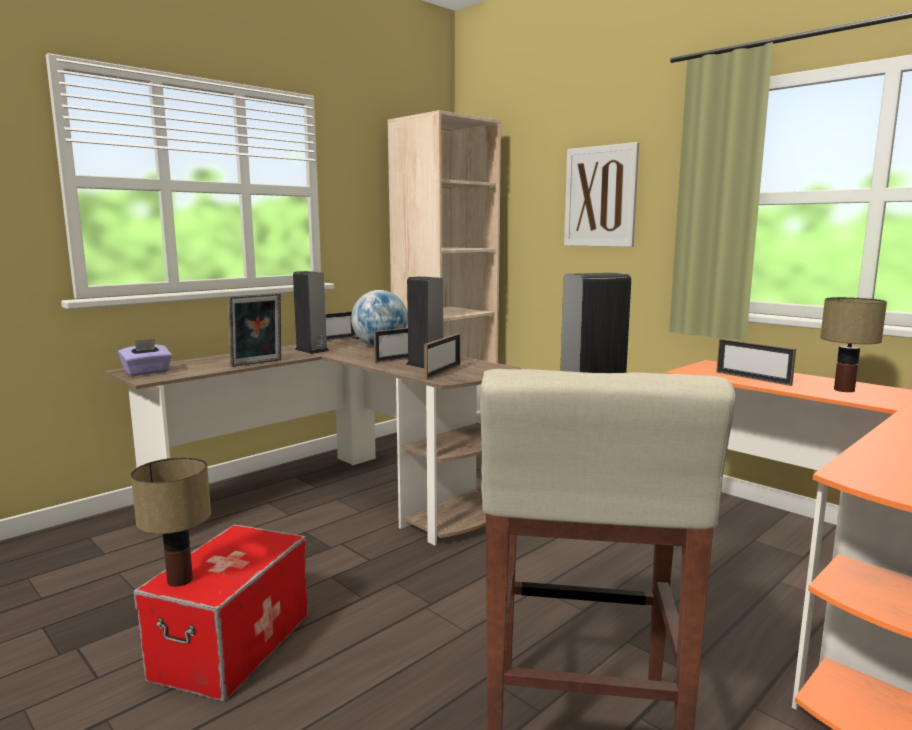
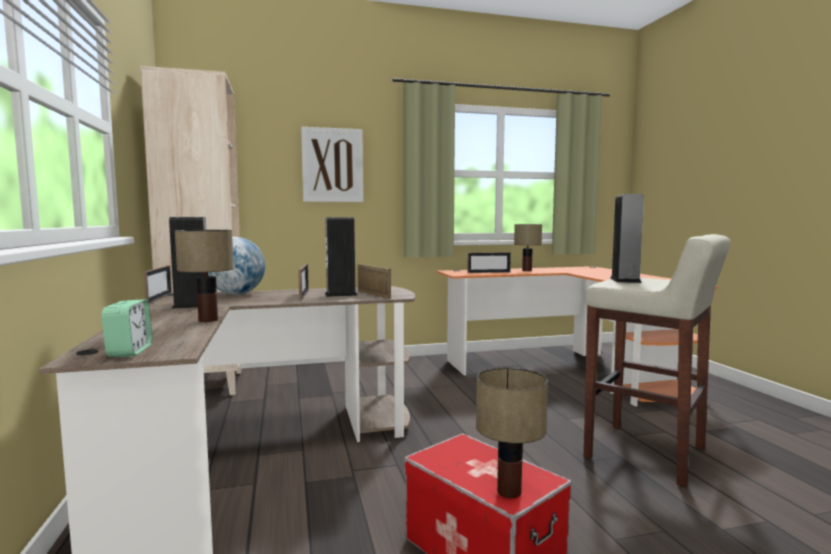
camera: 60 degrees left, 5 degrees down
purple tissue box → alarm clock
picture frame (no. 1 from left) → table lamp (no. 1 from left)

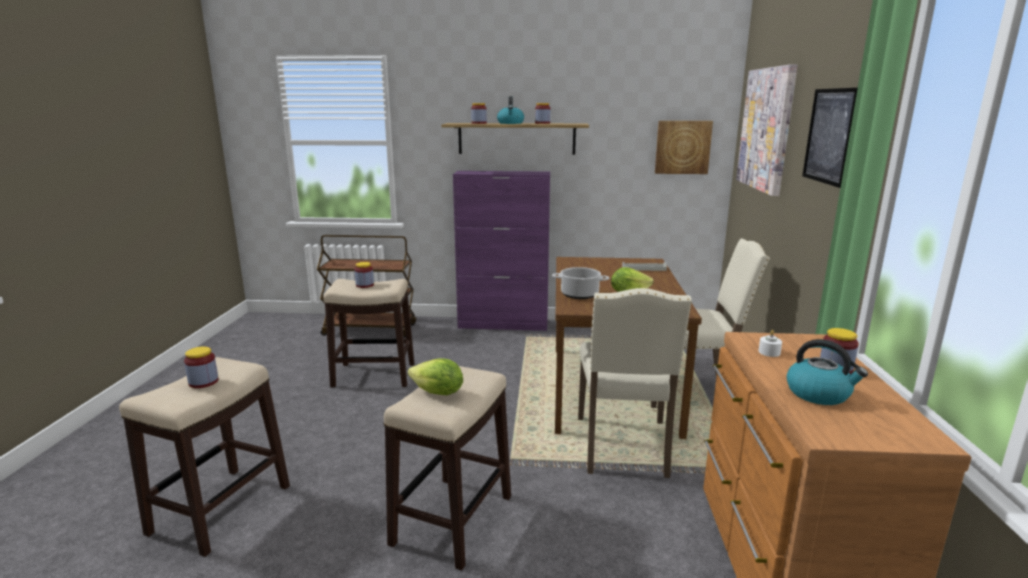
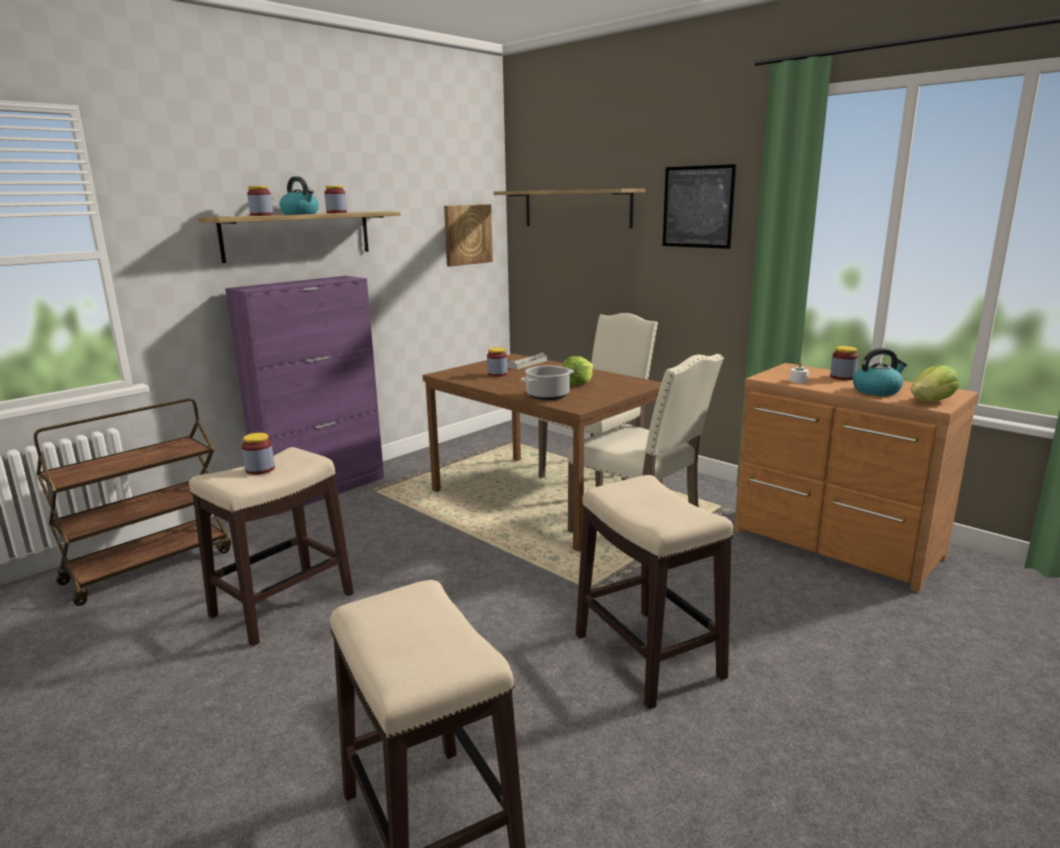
camera: 50 degrees left, 0 degrees up
jar (no. 1 from left in the first image) → jar (no. 4 from left), shifted
lettuce (no. 1 from left in the first image) → lettuce (no. 2 from left), shifted
picture (no. 2 from left) → shelf (no. 2 from left)

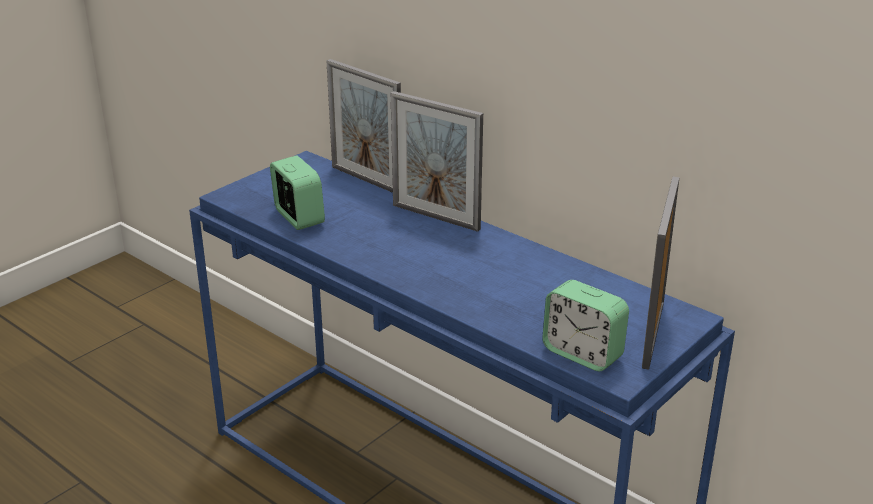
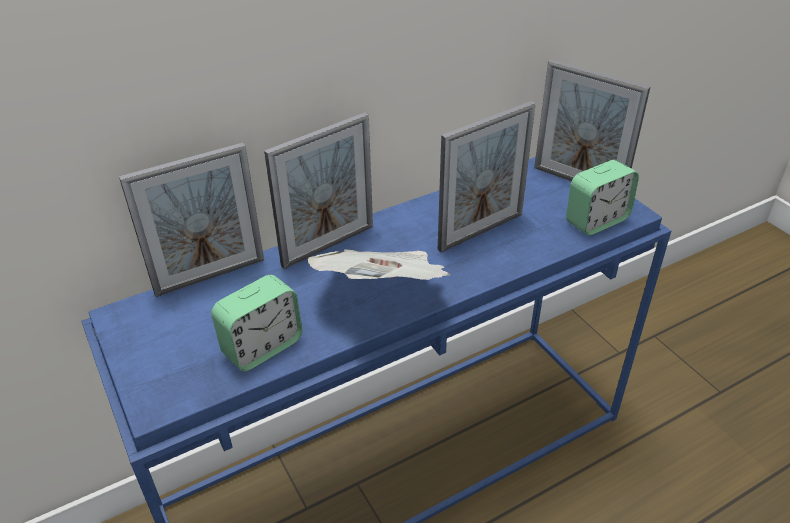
camera: 70 degrees left, 10 degrees up
- → newspaper
- → picture frame (no. 3 from left)
alarm clock (no. 1 from left), 150 degrees clockwise

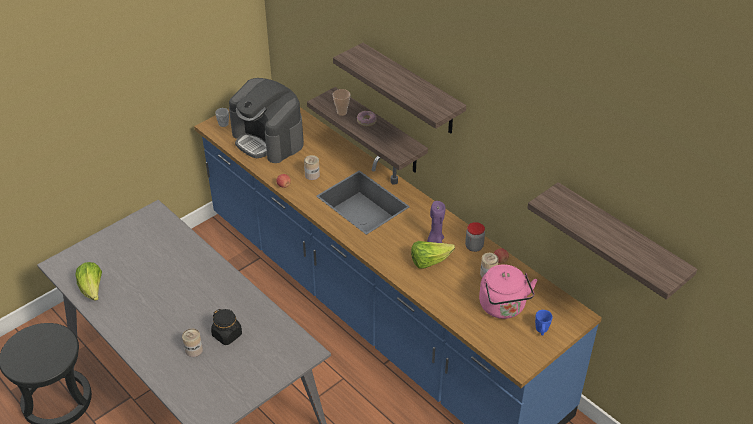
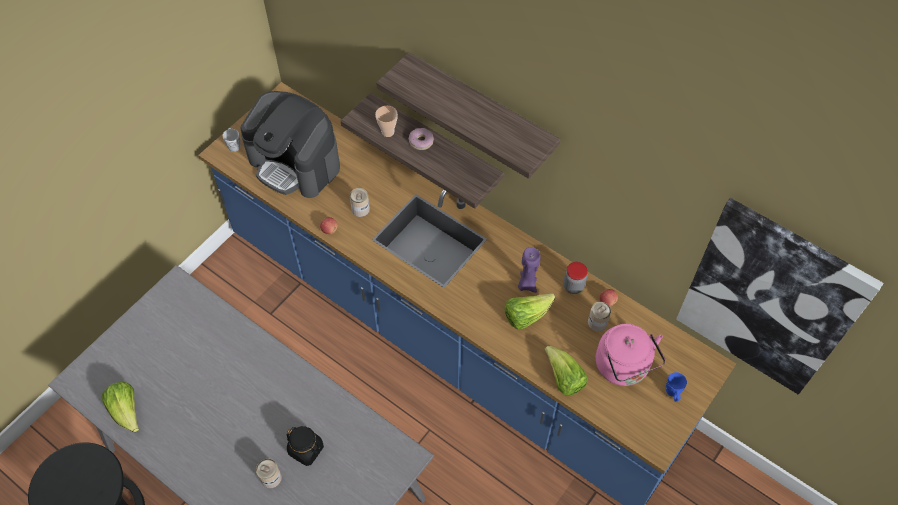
camera: 10 degrees left, 15 degrees up
- → lettuce (no. 3 from left)
shelf (no. 3 from left) → picture

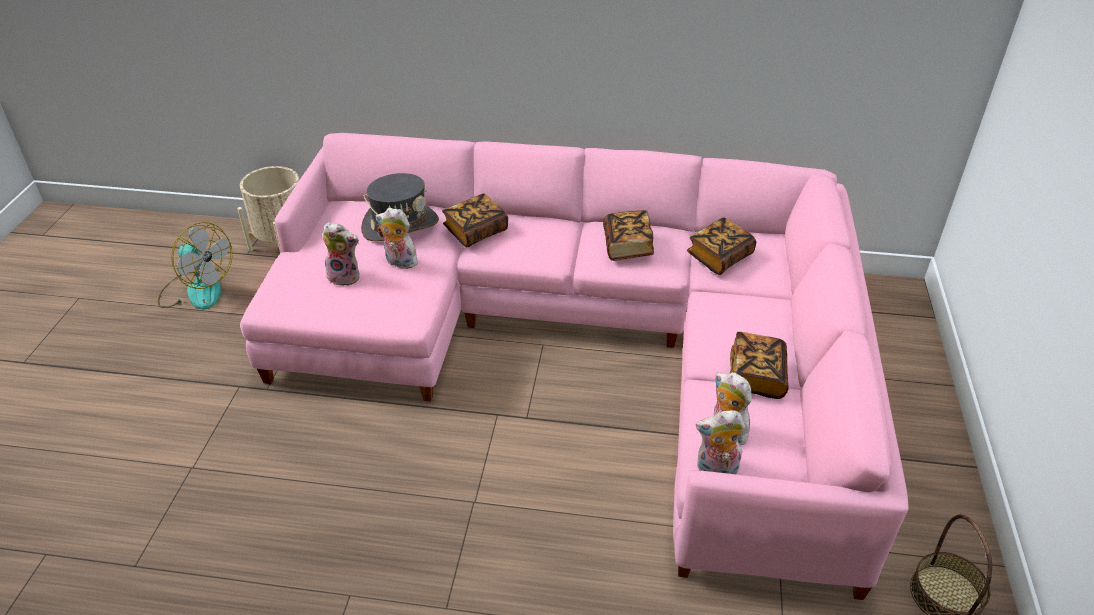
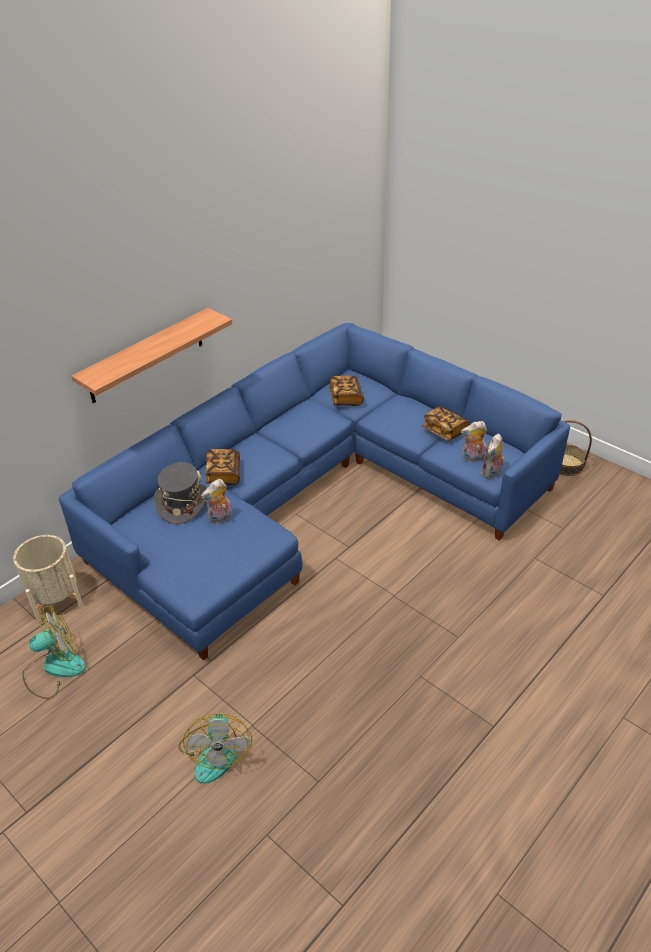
camera: 55 degrees left, 0 degrees up
plush toy (no. 1 from left) → -
book (no. 2 from left) → -
- → shelf
- → fan (no. 2 from left)
pink sofa → blue sofa

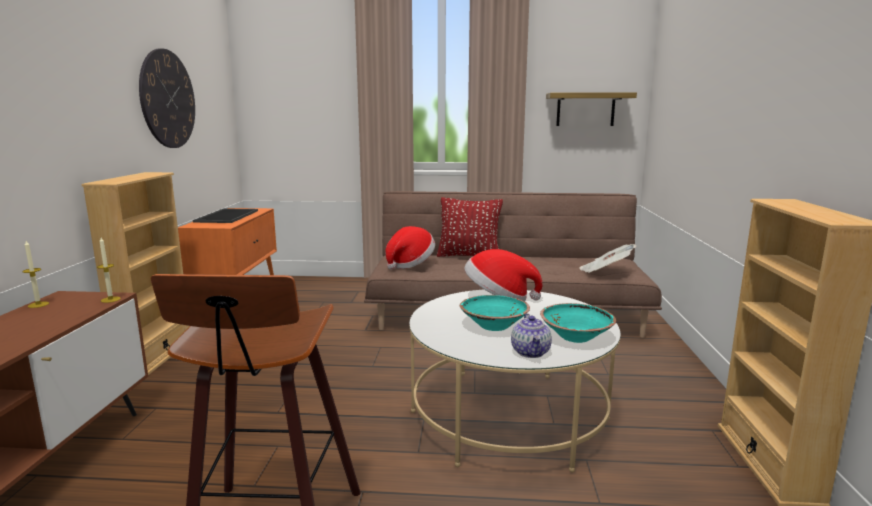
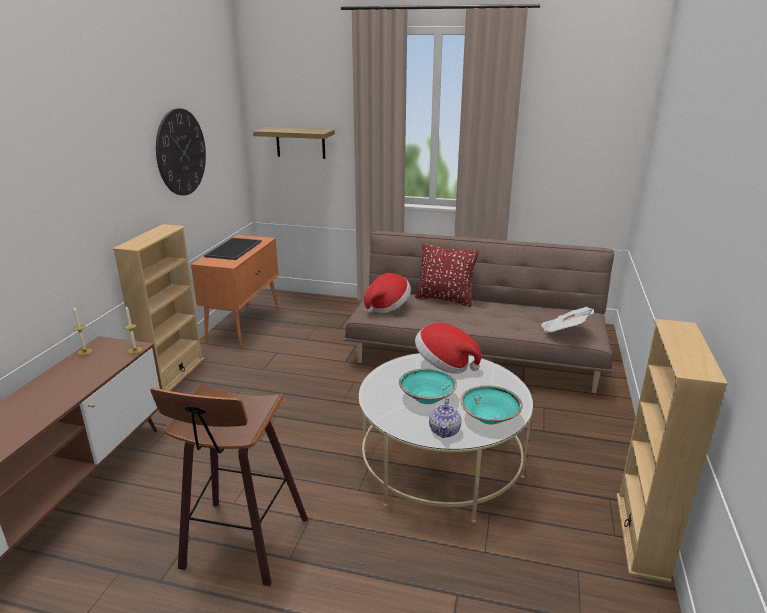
camera: 10 degrees right, 10 degrees up
shelf, shifted

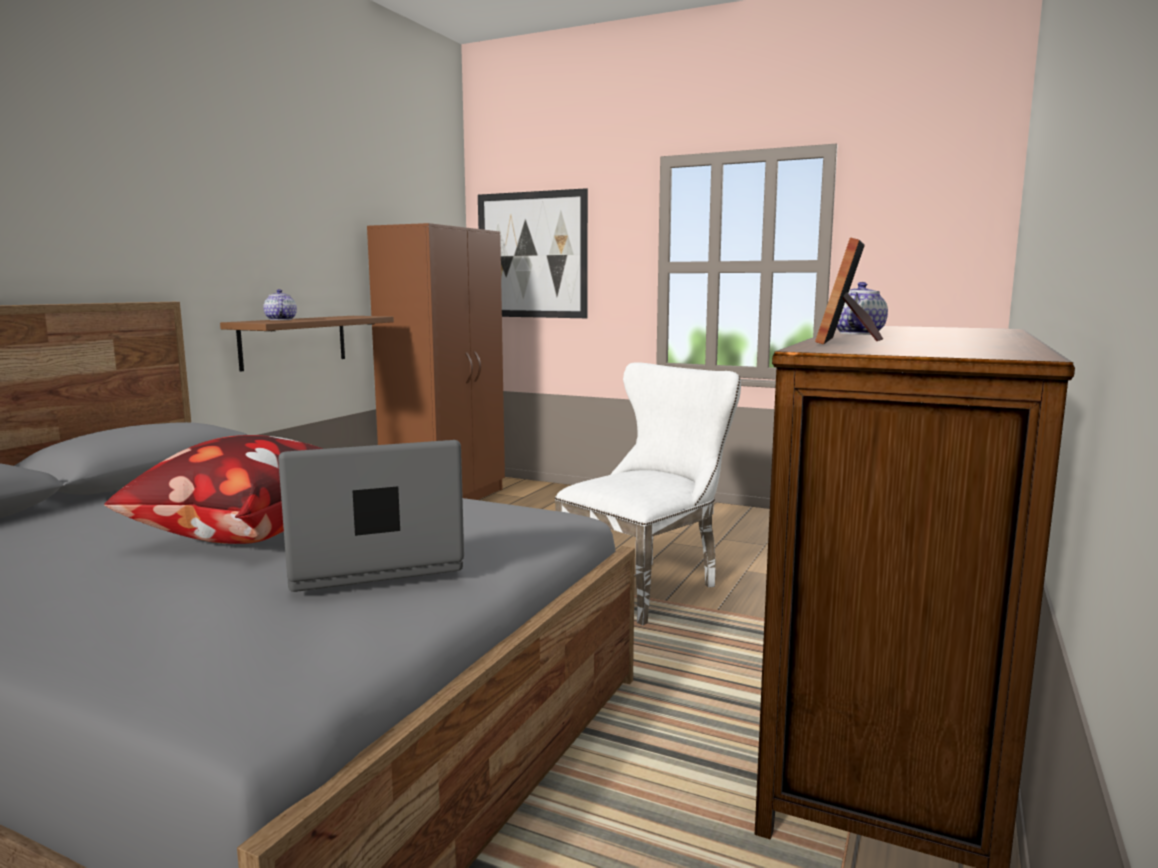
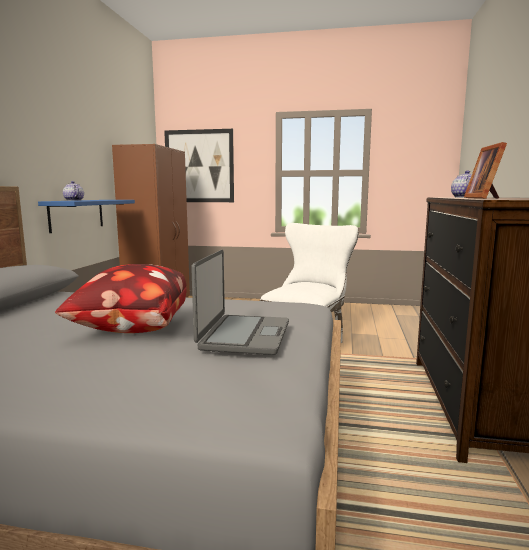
camera: 15 degrees left, 0 degrees up
brown shelf → blue shelf
laptop, 135 degrees clockwise

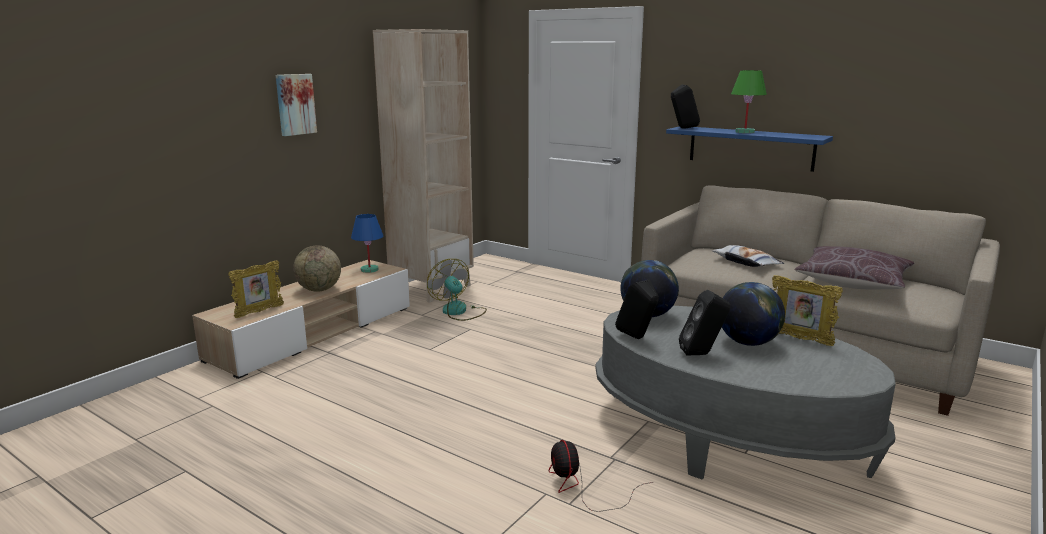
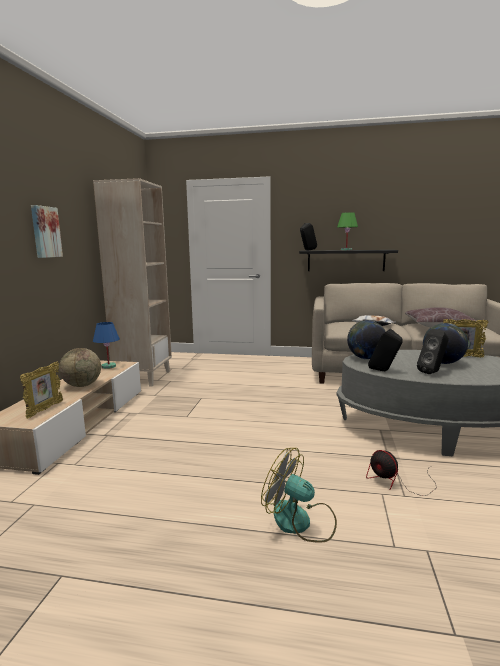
camera: 25 degrees left, 5 degrees down
fan (no. 1 from left), shifted
blue shelf → black shelf

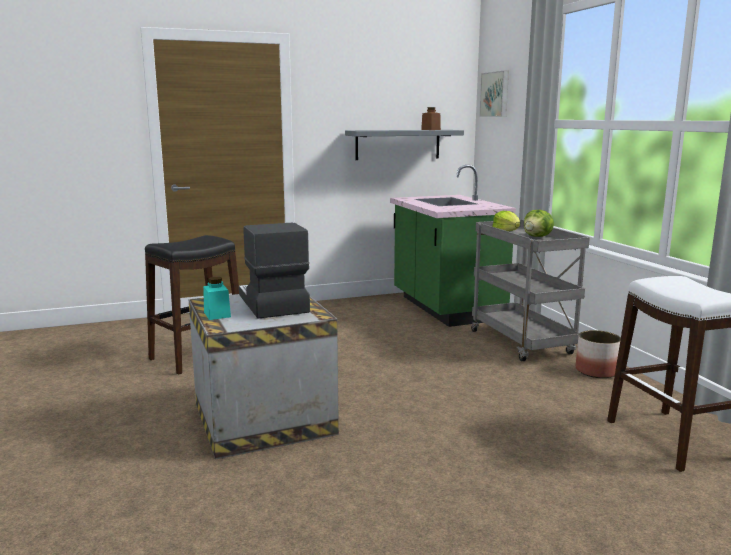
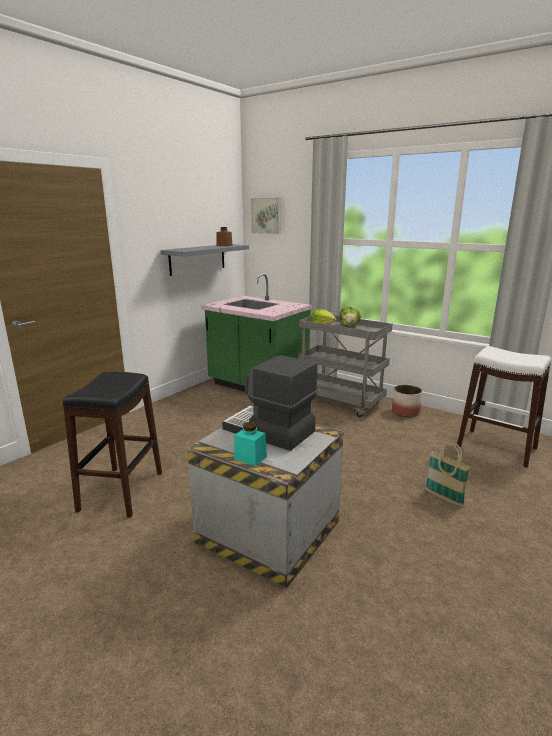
camera: 35 degrees left, 5 degrees up
- → basket

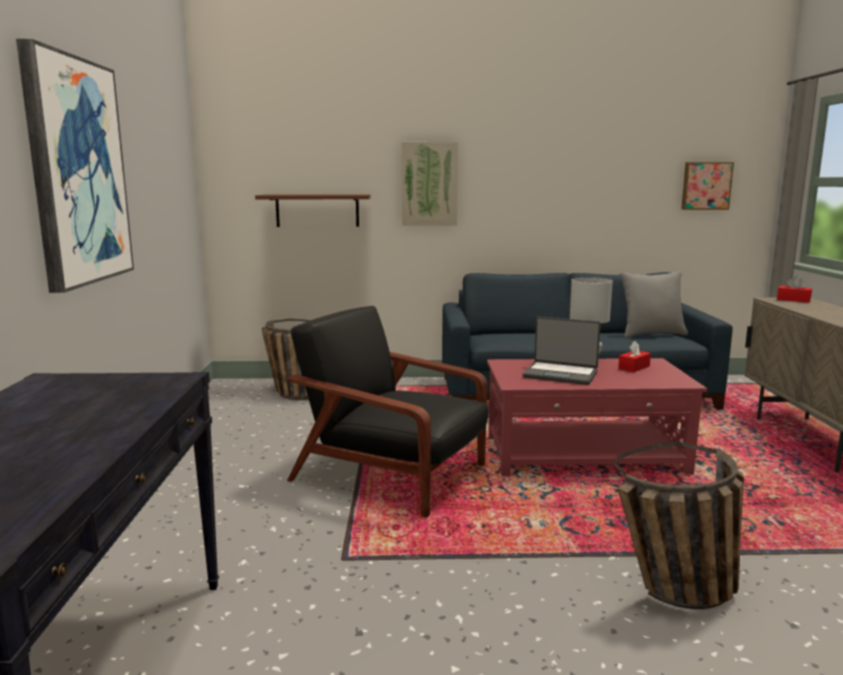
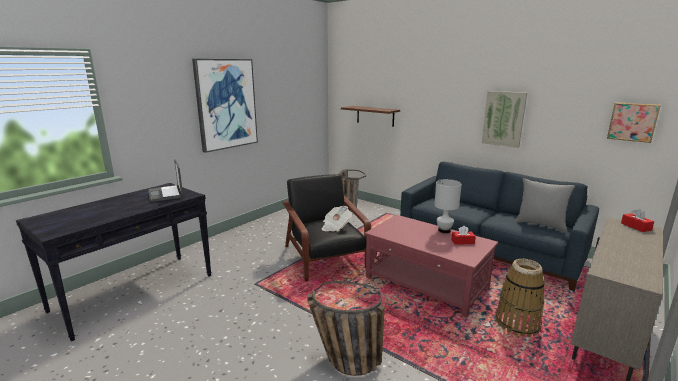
camera: 40 degrees right, 5 degrees up
- → newspaper
- → basket (no. 3 from left)
picture (no. 2 from left), shifted
laptop, shifted

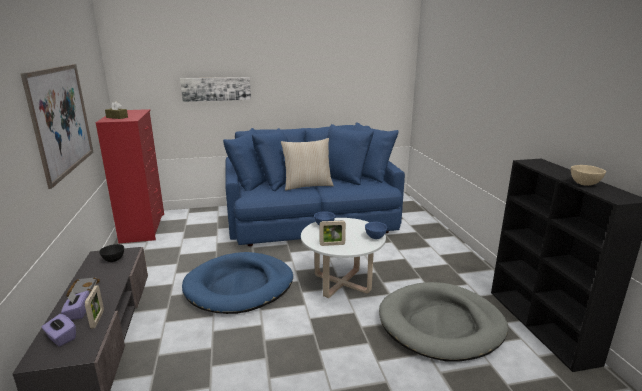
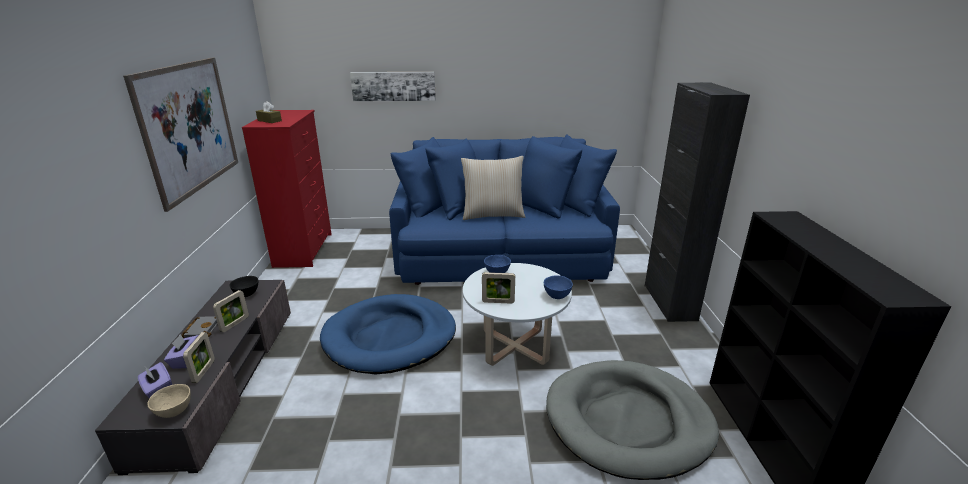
camera: 10 degrees right, 5 degrees up
- → picture frame (no. 2 from left)
- → black cabinet
beige bowl, shifted

